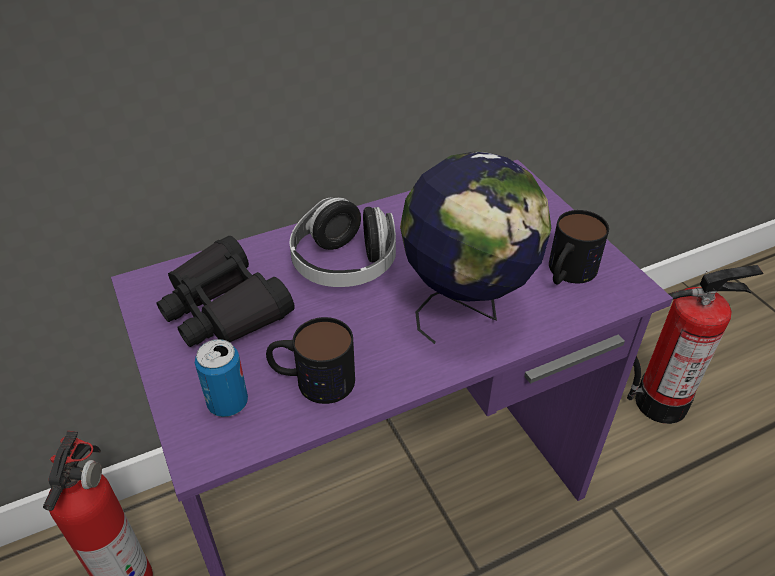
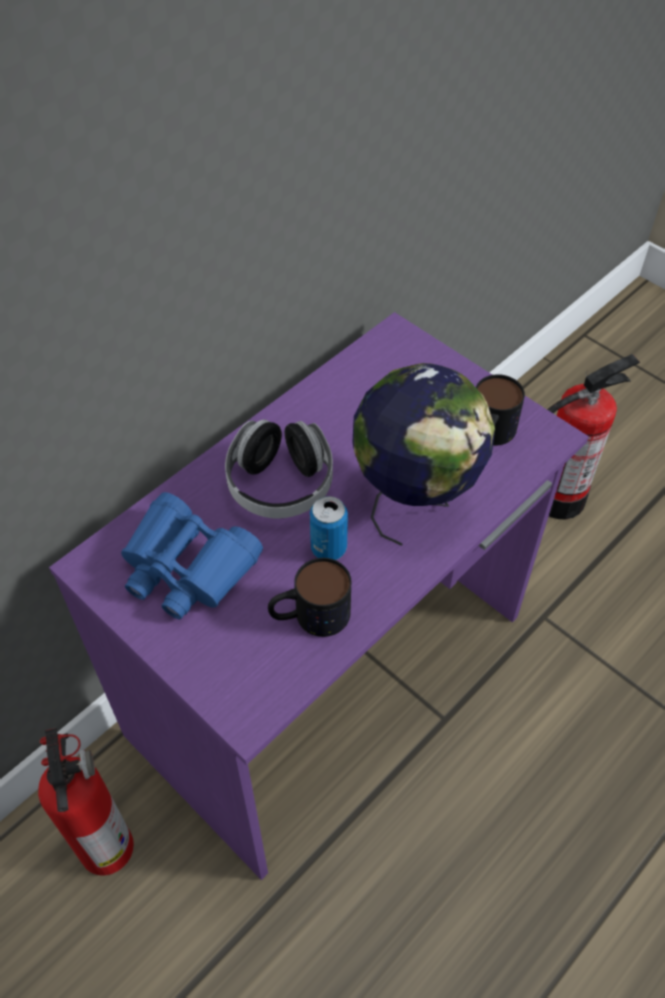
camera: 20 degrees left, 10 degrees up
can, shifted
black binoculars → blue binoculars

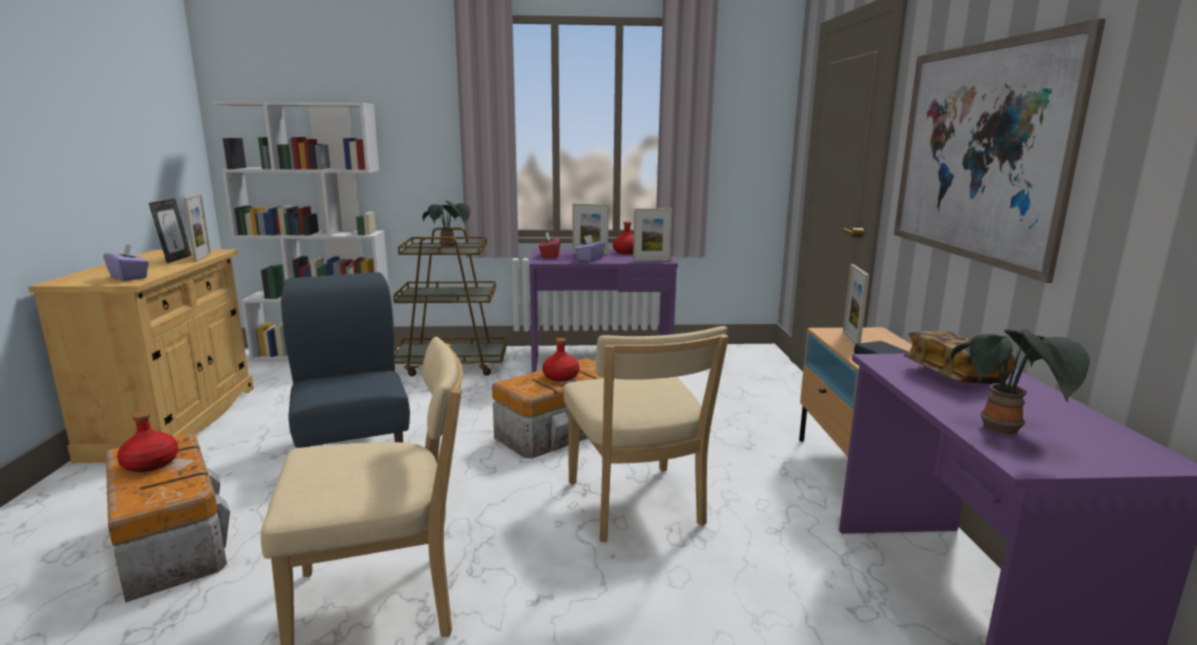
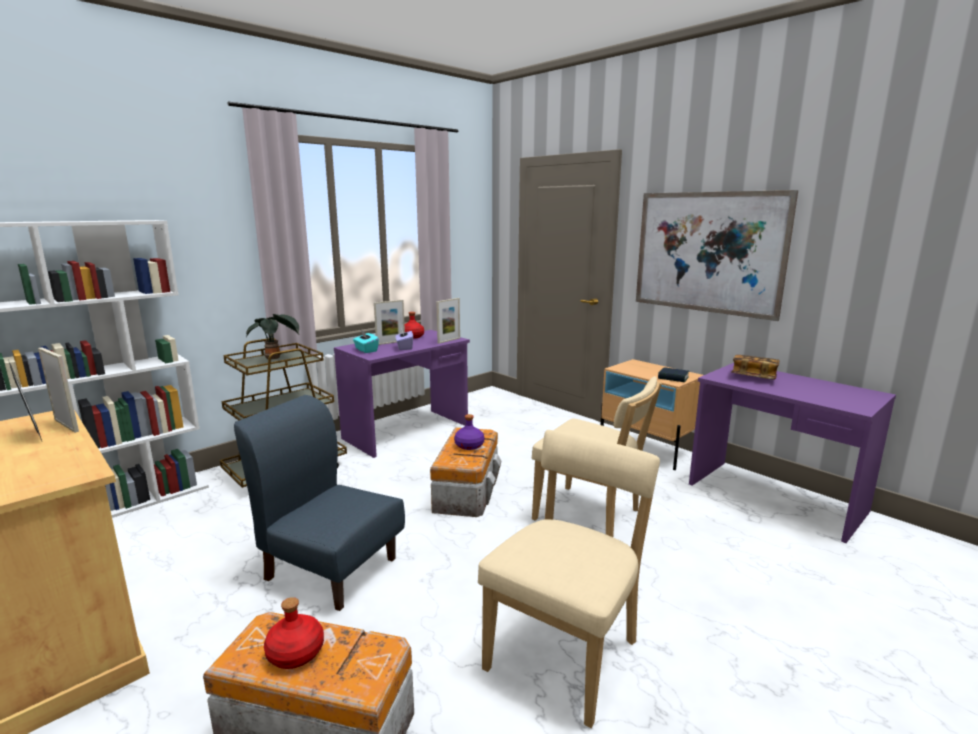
camera: 40 degrees left, 0 degrees up
purple tissue box (no. 1 from left) → -
picture frame (no. 5 from left) → -
potted plant (no. 2 from left) → -
red tissue box → turquoise tissue box
red bottle (no. 2 from left) → purple bottle

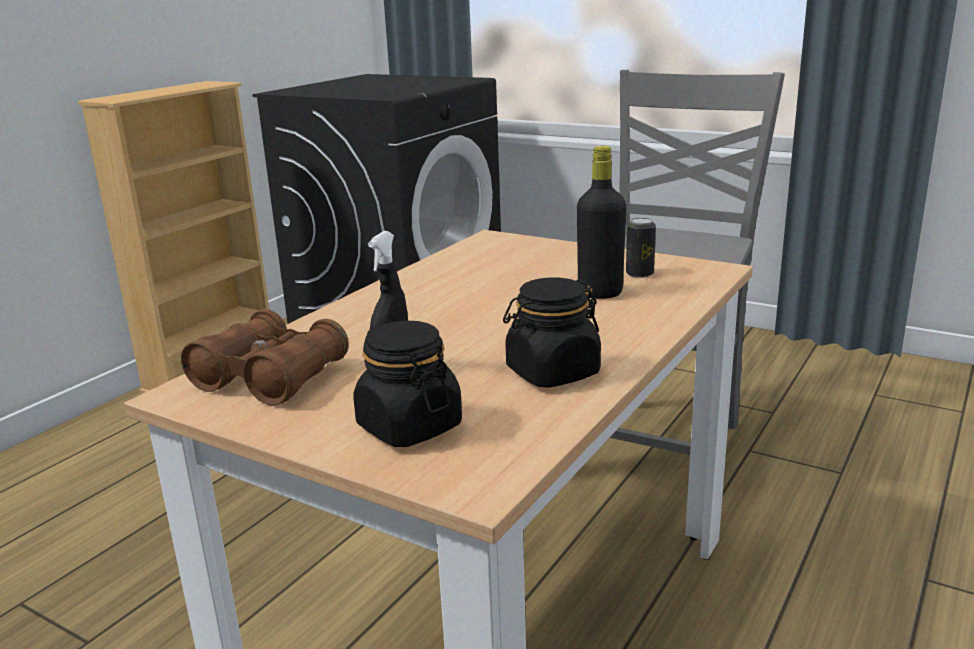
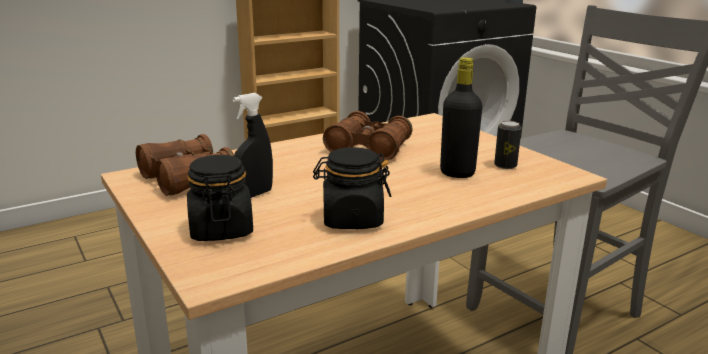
camera: 25 degrees right, 0 degrees up
- → brown binoculars (no. 2 from left)

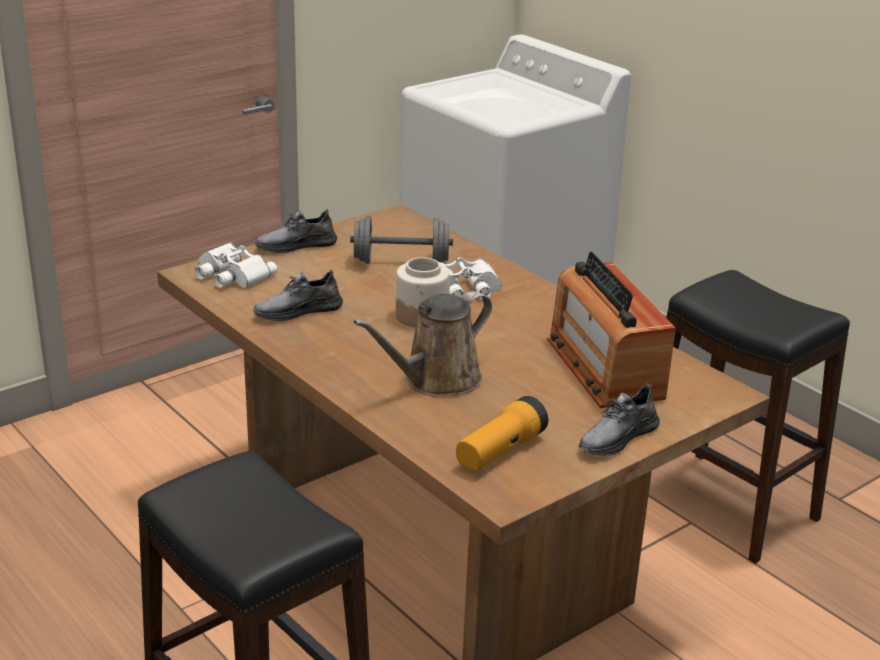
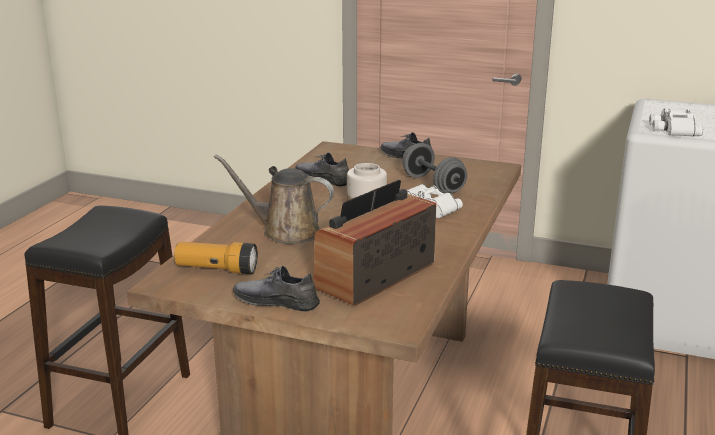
camera: 60 degrees right, 5 degrees down
white binoculars (no. 1 from left in the first image) → white binoculars (no. 2 from left), shifted

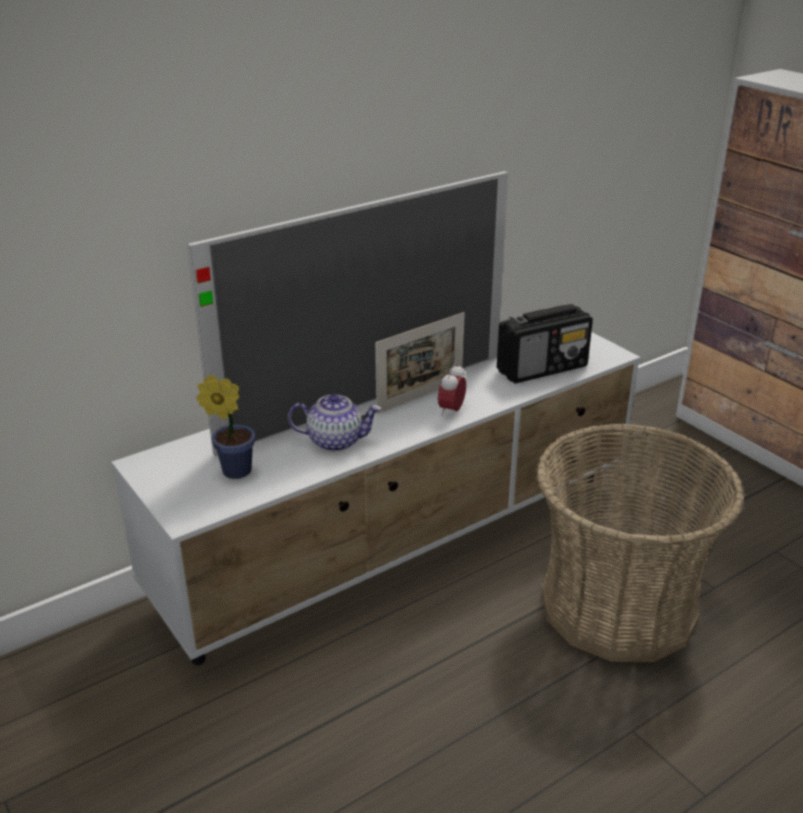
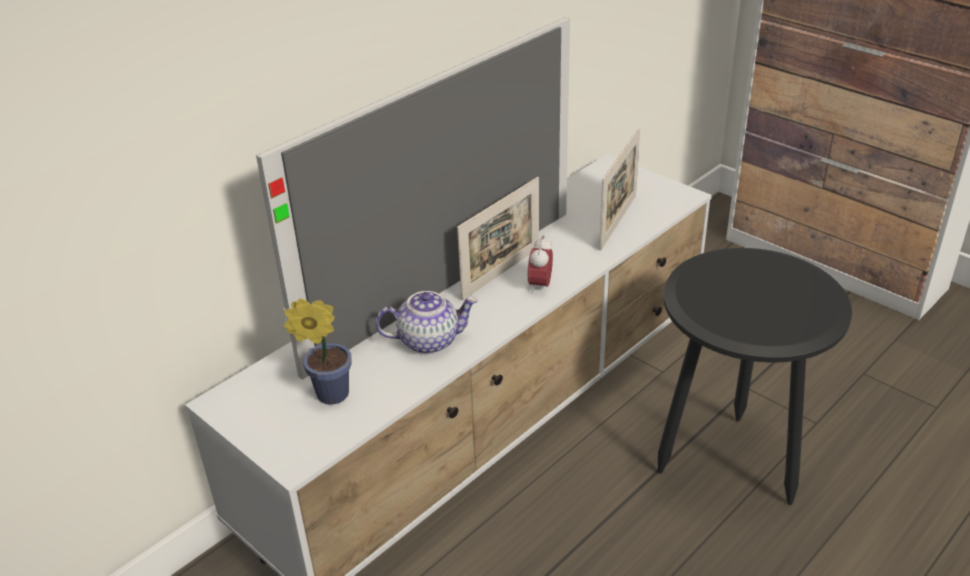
camera: 10 degrees left, 5 degrees up
radio → picture frame (no. 2 from left)
basket → black side table

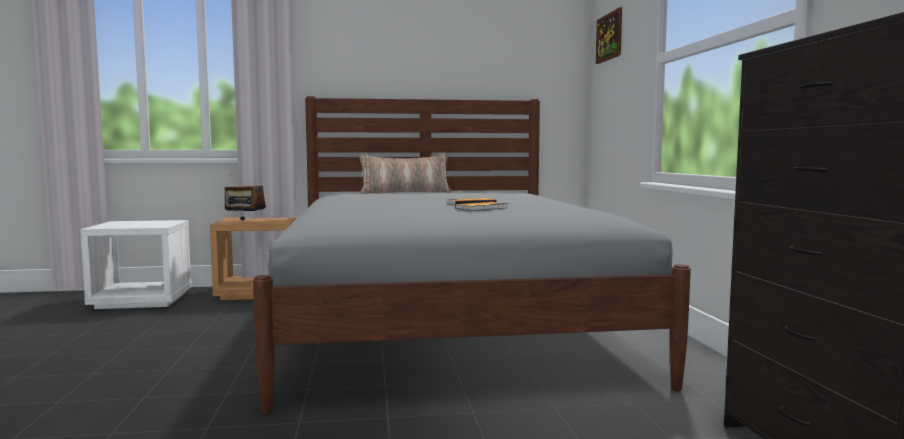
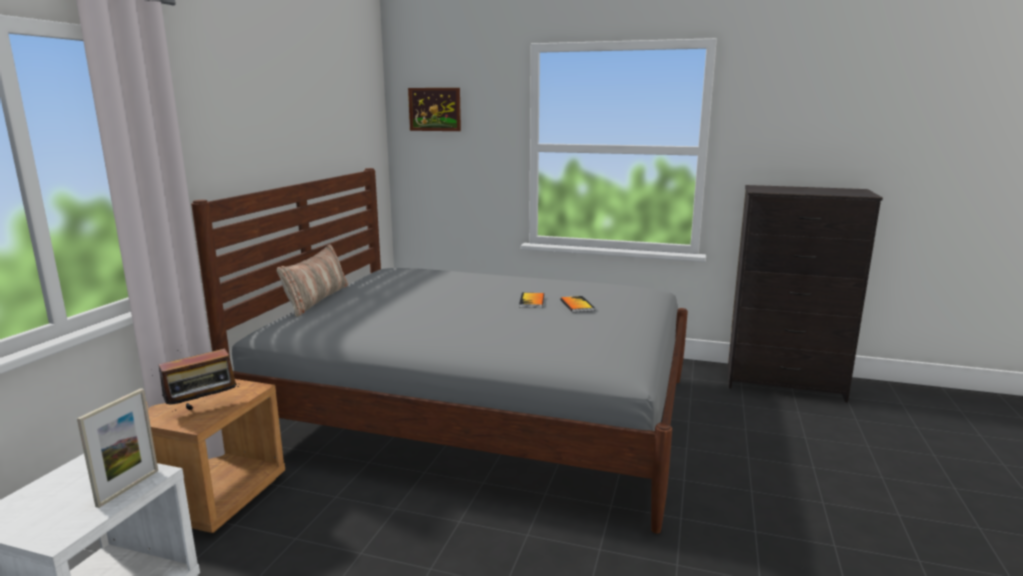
camera: 65 degrees left, 10 degrees up
- → picture frame

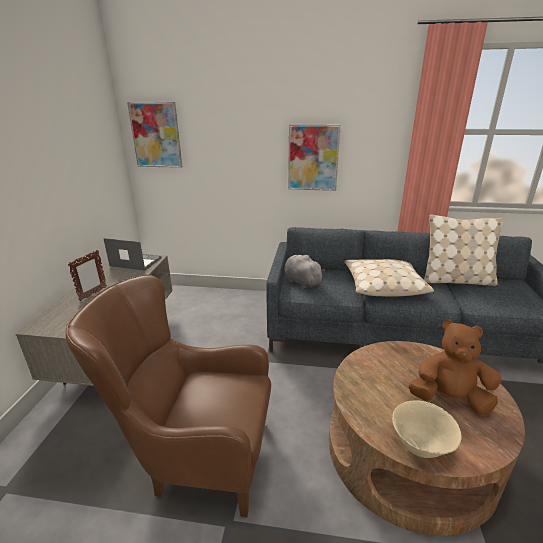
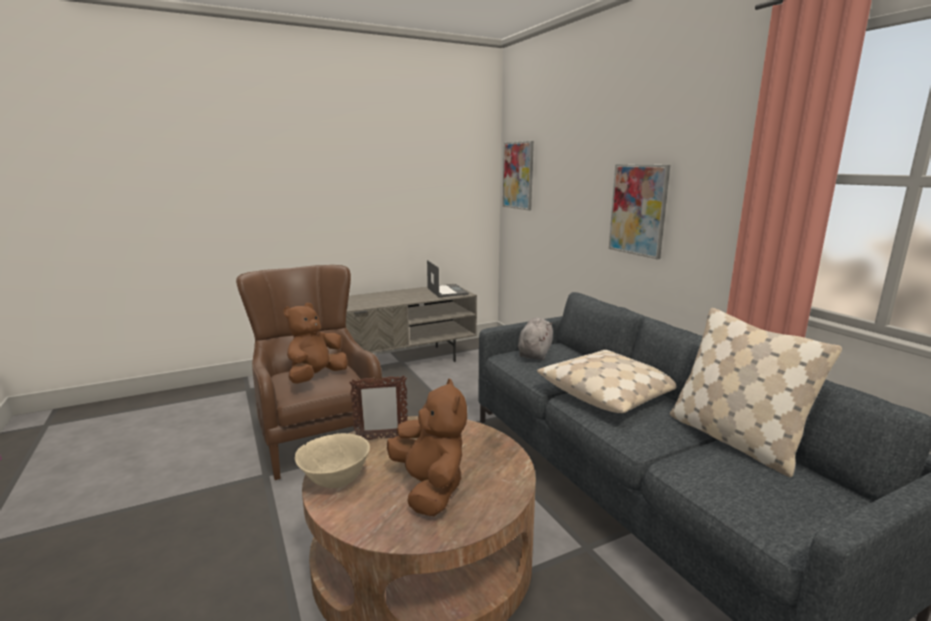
camera: 55 degrees right, 10 degrees down
- → brown plush toy (no. 1 from left)
picture frame, shifted

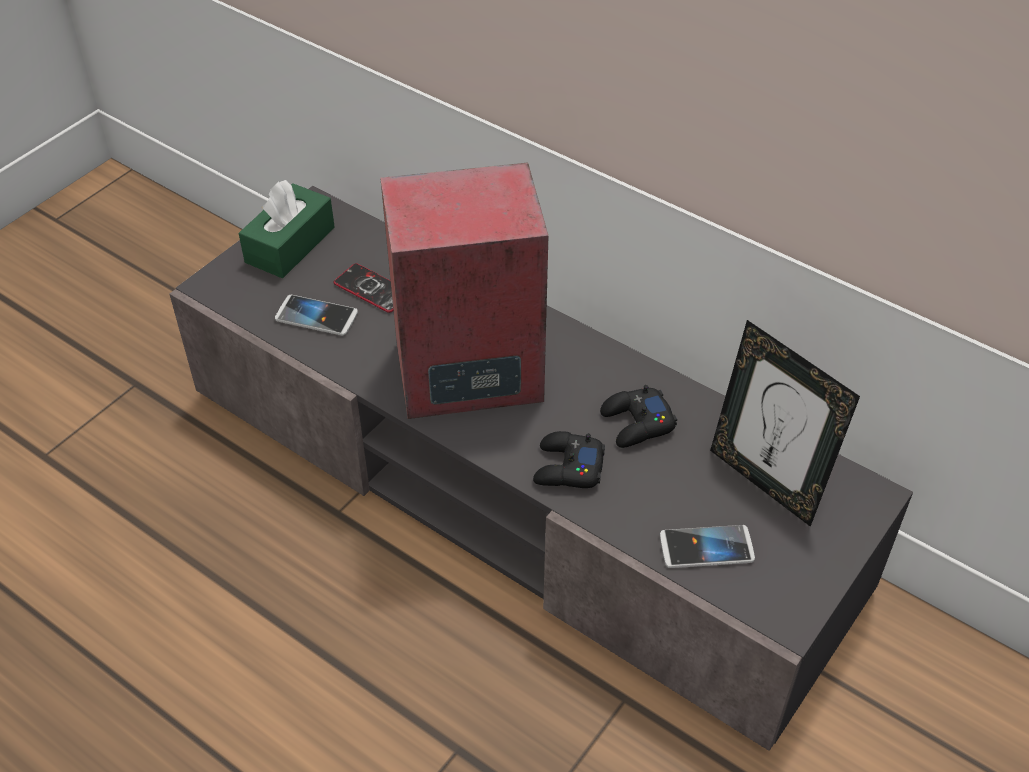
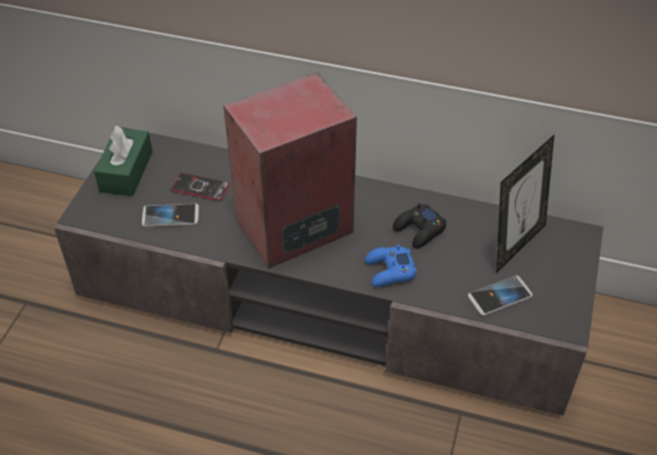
camera: 20 degrees left, 0 degrees up
black game controller (no. 1 from left) → blue game controller
picture frame, 75 degrees counterclockwise

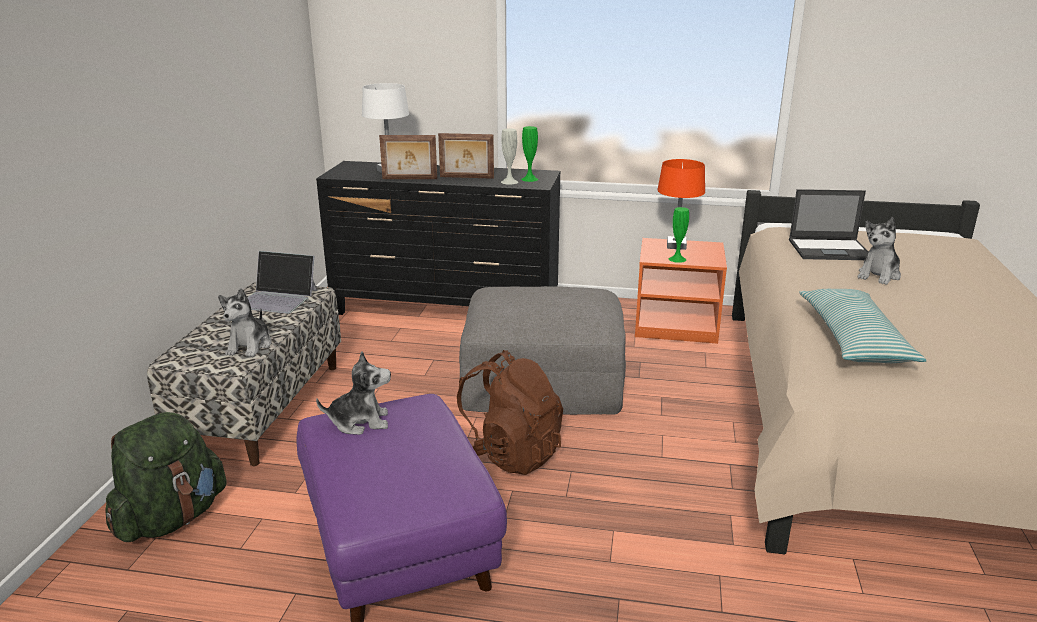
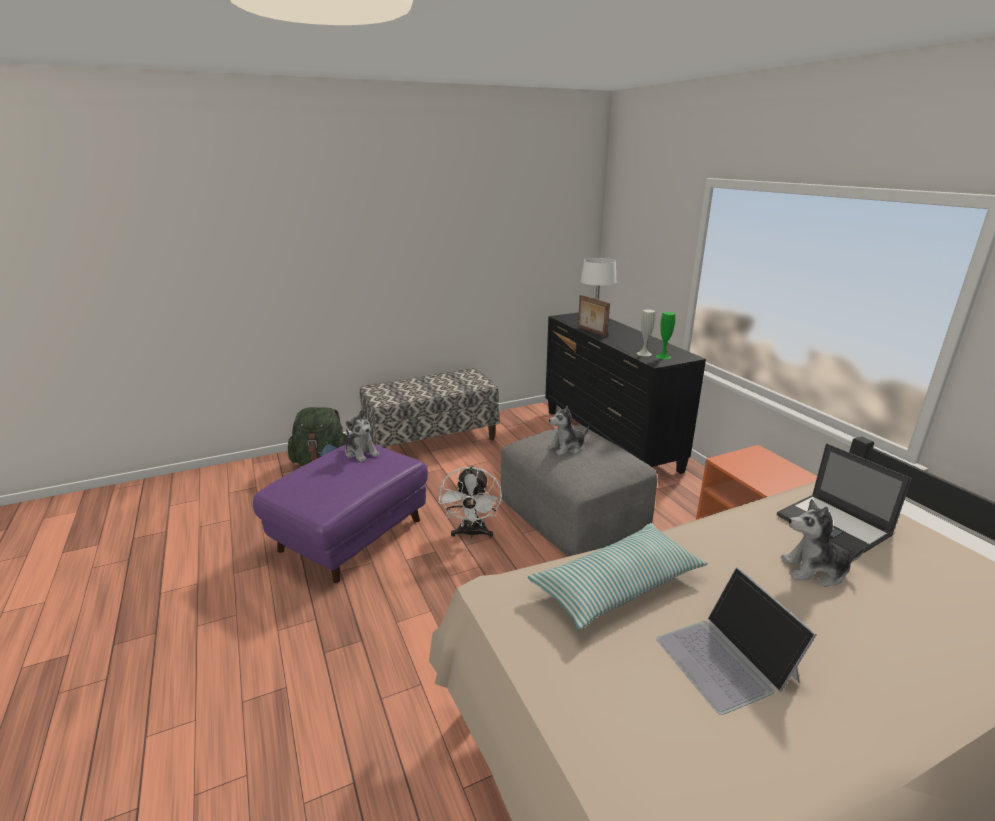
camera: 55 degrees right, 0 degrees up
picture frame (no. 2 from left) → -
orange table lamp → -
green vase (no. 2 from left) → -
plush toy (no. 1 from left in the first image) → plush toy (no. 2 from left), shifted
laptop (no. 1 from left), shifted
brown backpack → white fan

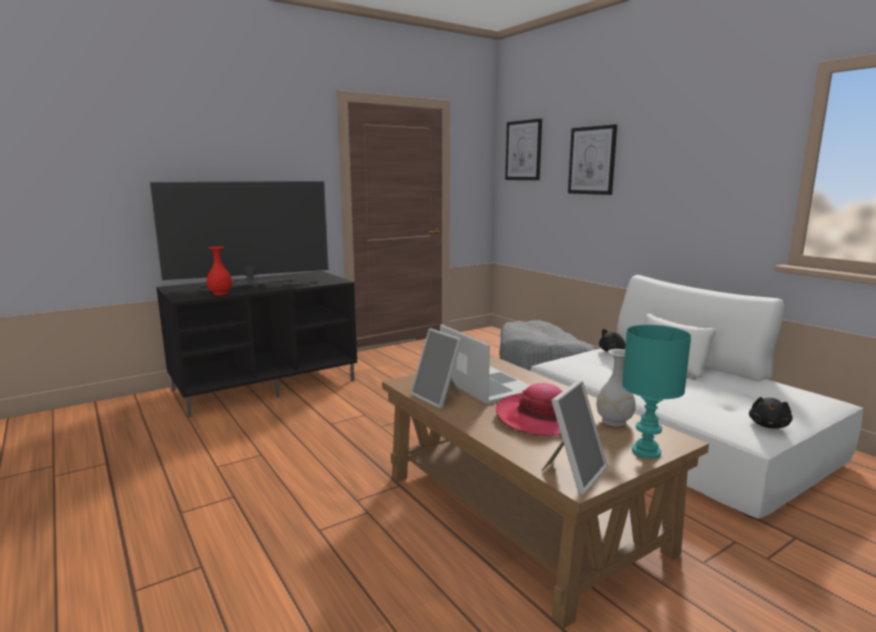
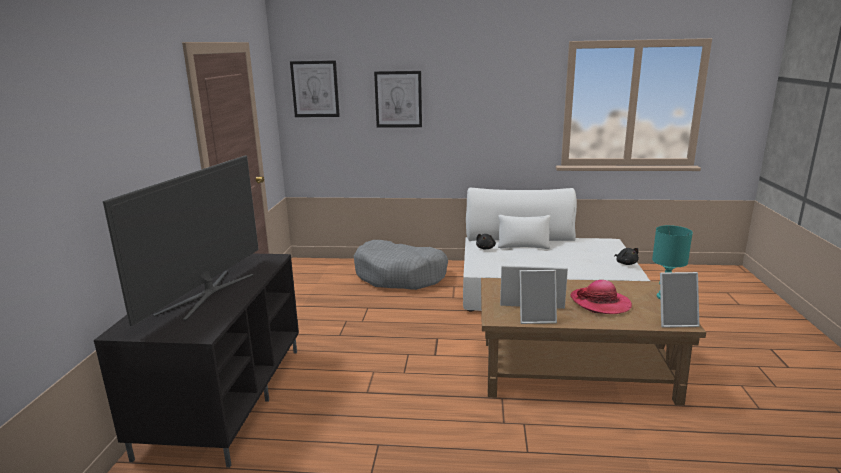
camera: 50 degrees left, 5 degrees up
red vase → -
white vase → -
picture frame (no. 2 from left), 105 degrees clockwise

